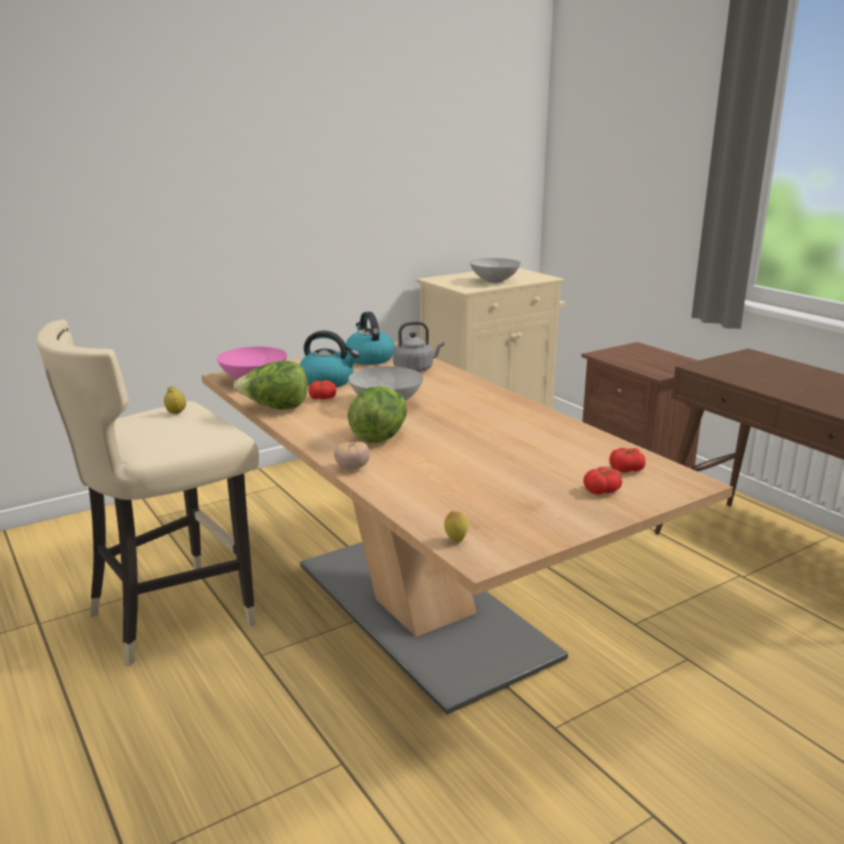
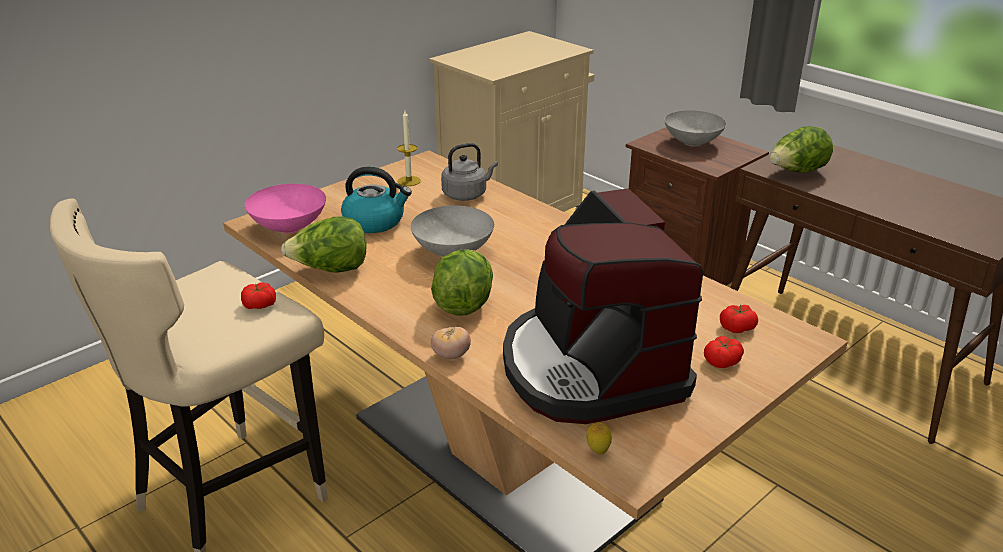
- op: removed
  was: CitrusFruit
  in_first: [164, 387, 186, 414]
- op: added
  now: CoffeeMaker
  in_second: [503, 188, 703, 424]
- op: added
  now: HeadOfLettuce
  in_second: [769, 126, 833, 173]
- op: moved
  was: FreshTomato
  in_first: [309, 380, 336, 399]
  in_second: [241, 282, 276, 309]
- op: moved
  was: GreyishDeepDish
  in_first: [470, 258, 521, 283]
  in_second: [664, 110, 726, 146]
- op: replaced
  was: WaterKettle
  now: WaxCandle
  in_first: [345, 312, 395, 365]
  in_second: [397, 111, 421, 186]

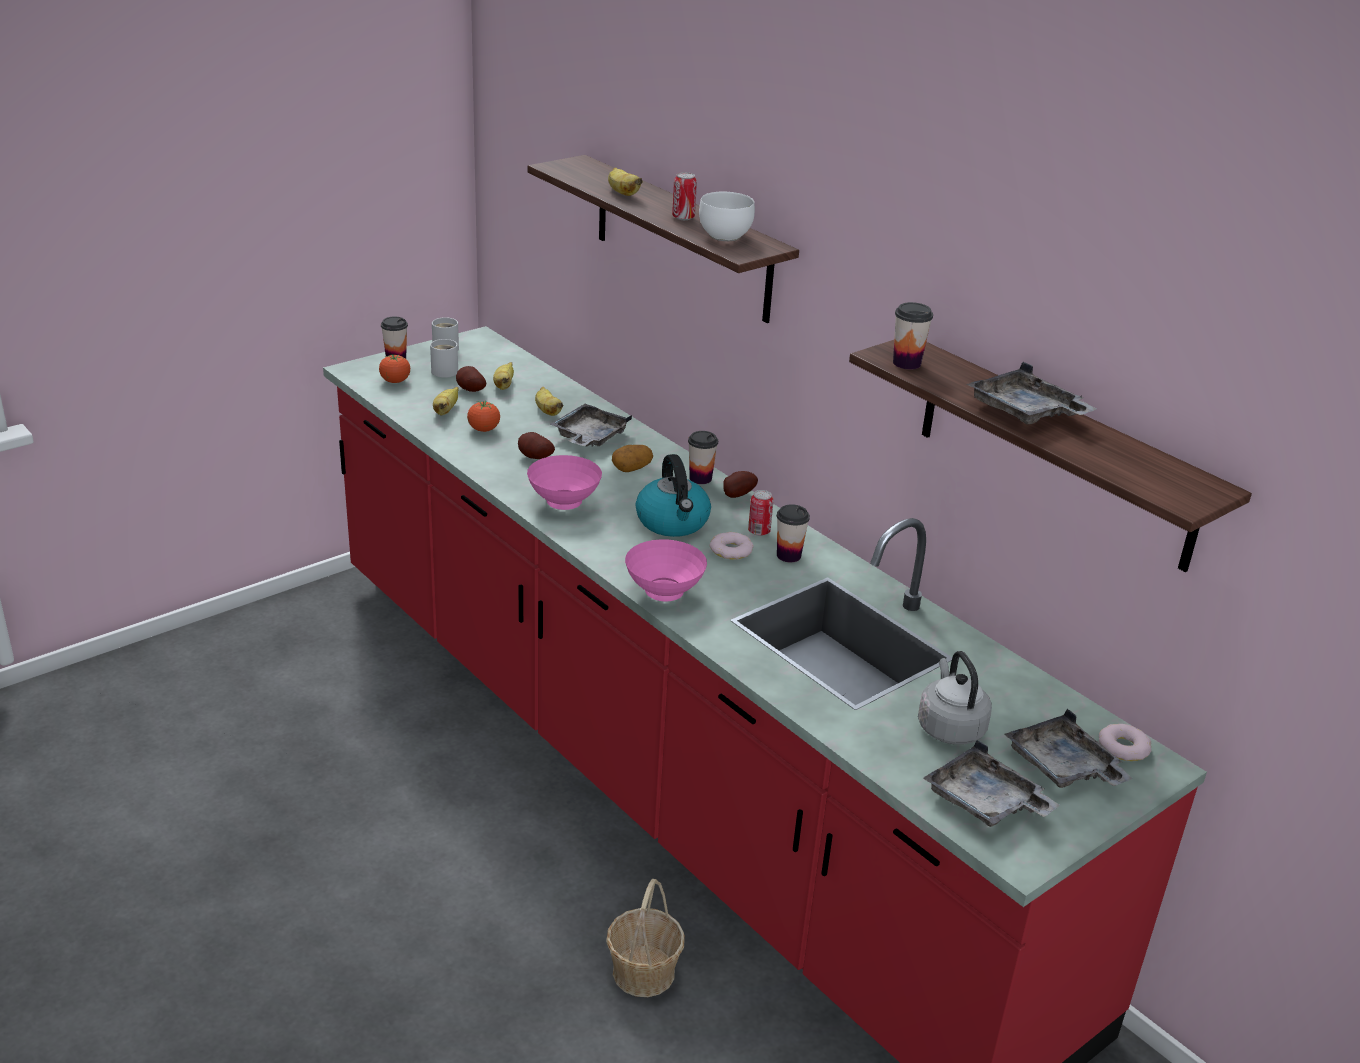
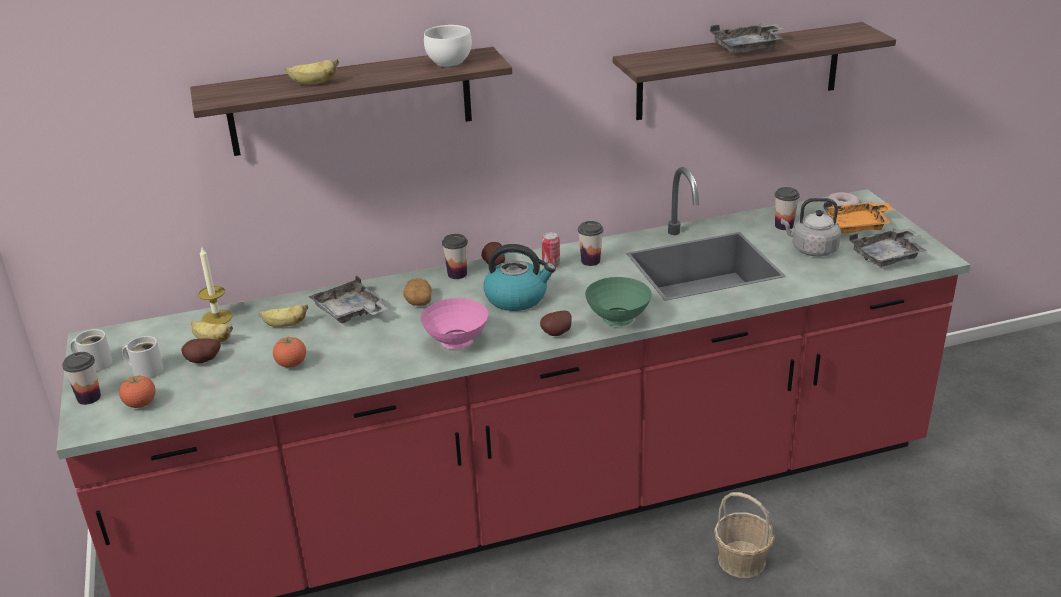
- op: removed
  was: WholeBanana
  in_first: [433, 387, 459, 415]
- op: removed
  was: MetalCan
  in_first: [672, 172, 697, 220]
- op: removed
  was: RingDoughnut
  in_first: [710, 532, 753, 560]
- op: added
  now: WaxCandle
  in_second: [198, 247, 233, 324]
- op: moved
  was: WholePotato
  in_first: [518, 432, 555, 459]
  in_second: [540, 311, 572, 336]
- op: moved
  was: DrinkingCup
  in_first: [893, 302, 933, 370]
  in_second: [775, 187, 800, 230]
- op: recoloured
  was: PinkColouredDeepDish
  now: GreenishDeepDish
  in_first: [625, 539, 707, 601]
  in_second: [585, 277, 652, 326]
- op: recoloured
  was: GreyishTray
  now: OrangeColouredTray
  in_first: [1005, 709, 1133, 788]
  in_second: [823, 201, 893, 233]

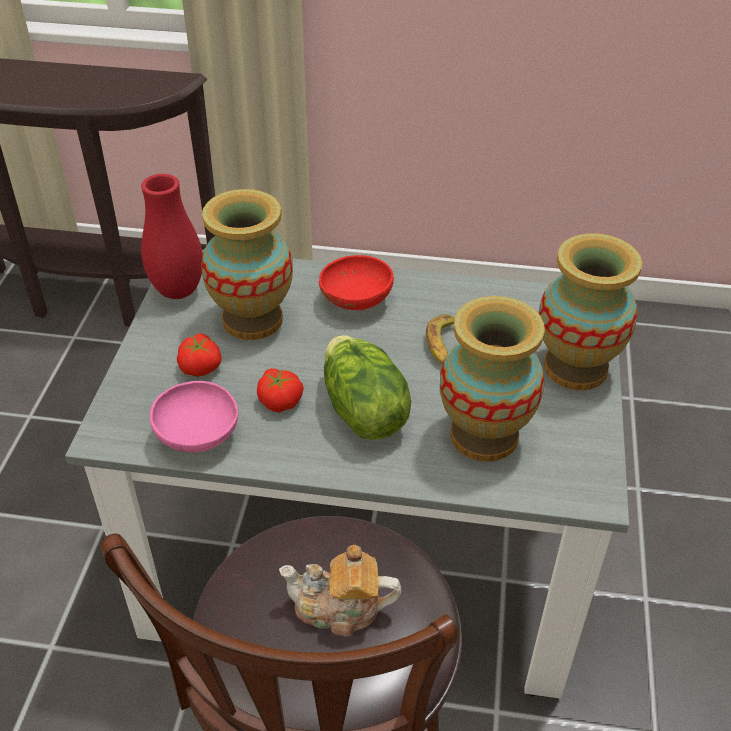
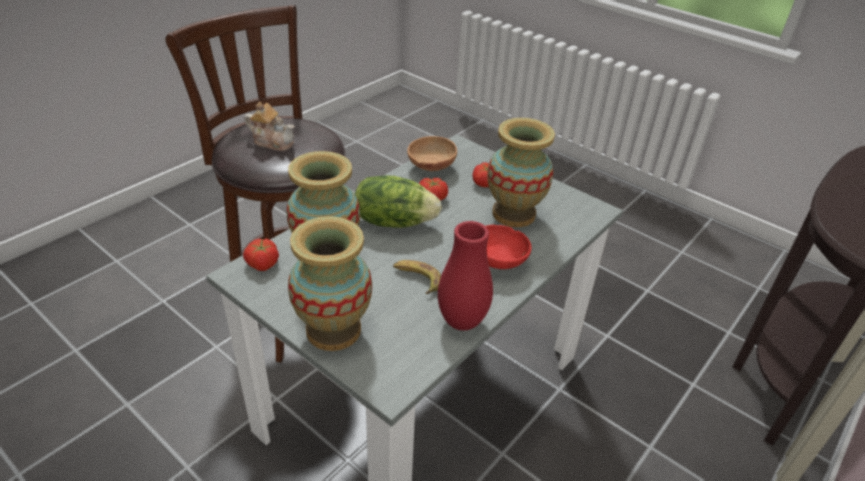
- op: added
  now: FreshTomato
  in_second: [243, 238, 279, 271]
- op: moved
  was: ReddishFlowerVase
  in_first: [141, 174, 203, 299]
  in_second: [438, 221, 493, 331]
- op: recoloured
  was: PinkColouredDeepDish
  now: BrownishDeepDish
  in_first: [150, 381, 238, 452]
  in_second: [407, 136, 457, 171]
- op: turned
  was: Teapot
  in_first: [279, 545, 401, 636]
  in_second: [244, 102, 295, 151]
  clockwise: 75

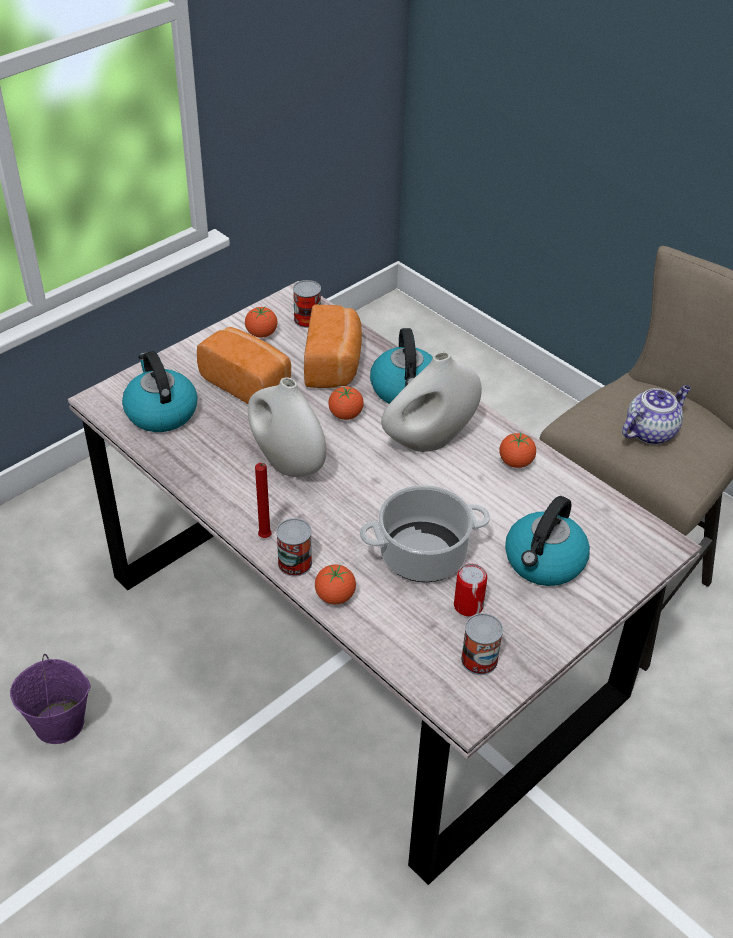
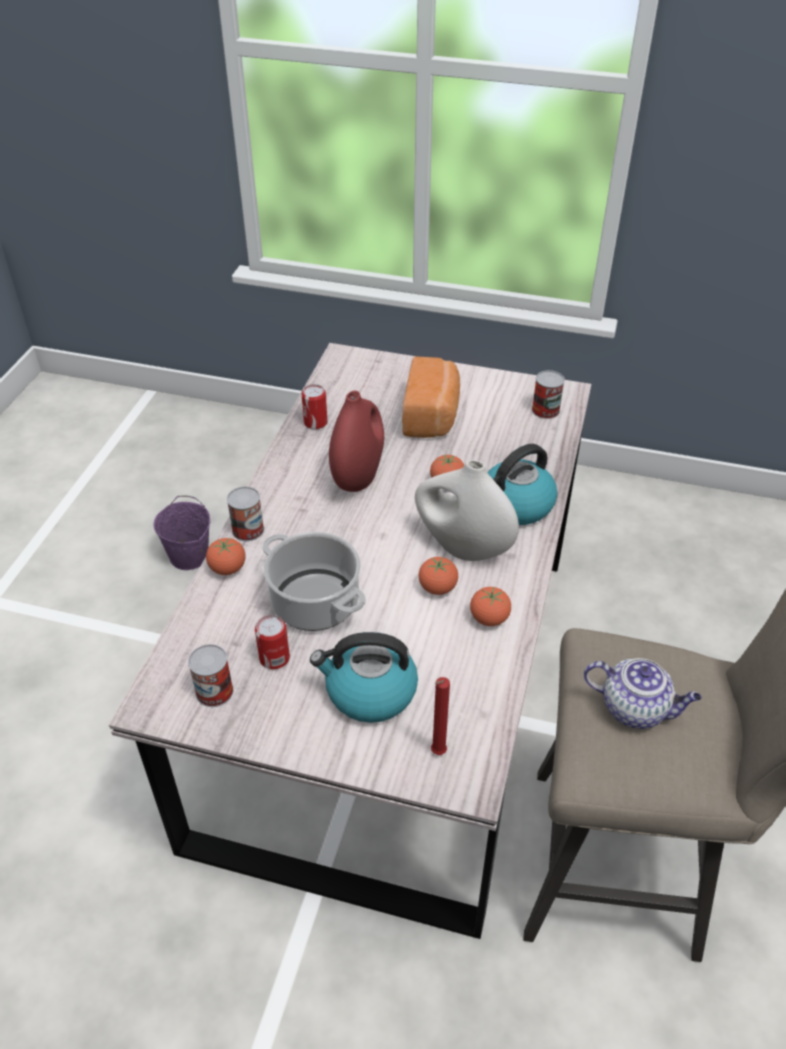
- op: removed
  was: WaterKettle
  in_first: [122, 351, 198, 432]
- op: removed
  was: Bread
  in_first: [304, 305, 362, 388]
- op: added
  now: MetalCan
  in_second: [301, 384, 327, 429]
- op: moved
  was: FreshTomato
  in_first: [245, 306, 277, 338]
  in_second: [418, 557, 458, 595]
- op: moved
  was: ReddishWaxCandle
  in_first: [255, 463, 272, 538]
  in_second: [431, 677, 450, 755]
- op: recoloured
  was: WhiteColouredFlowerVase
  now: ReddishFlowerVase
  in_first: [248, 377, 327, 477]
  in_second: [329, 390, 384, 492]

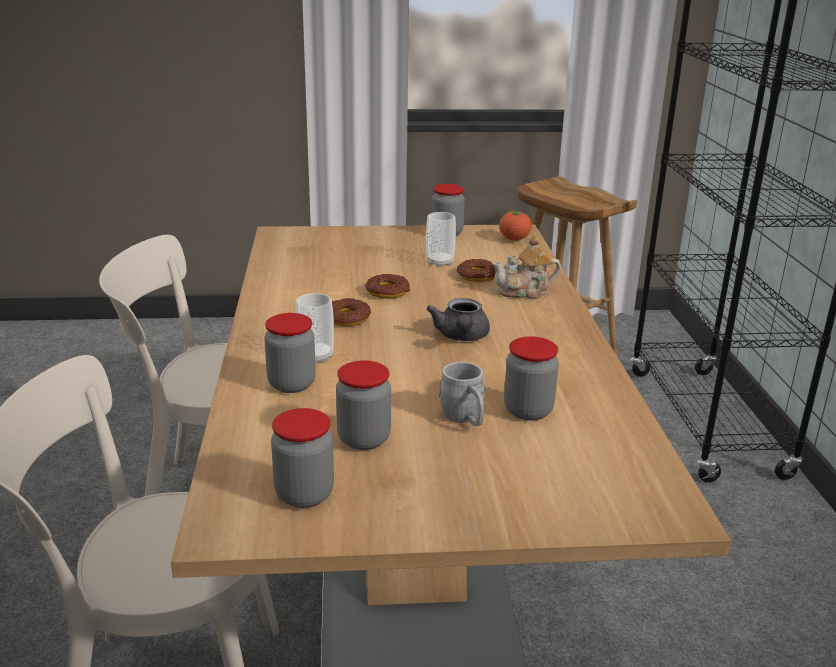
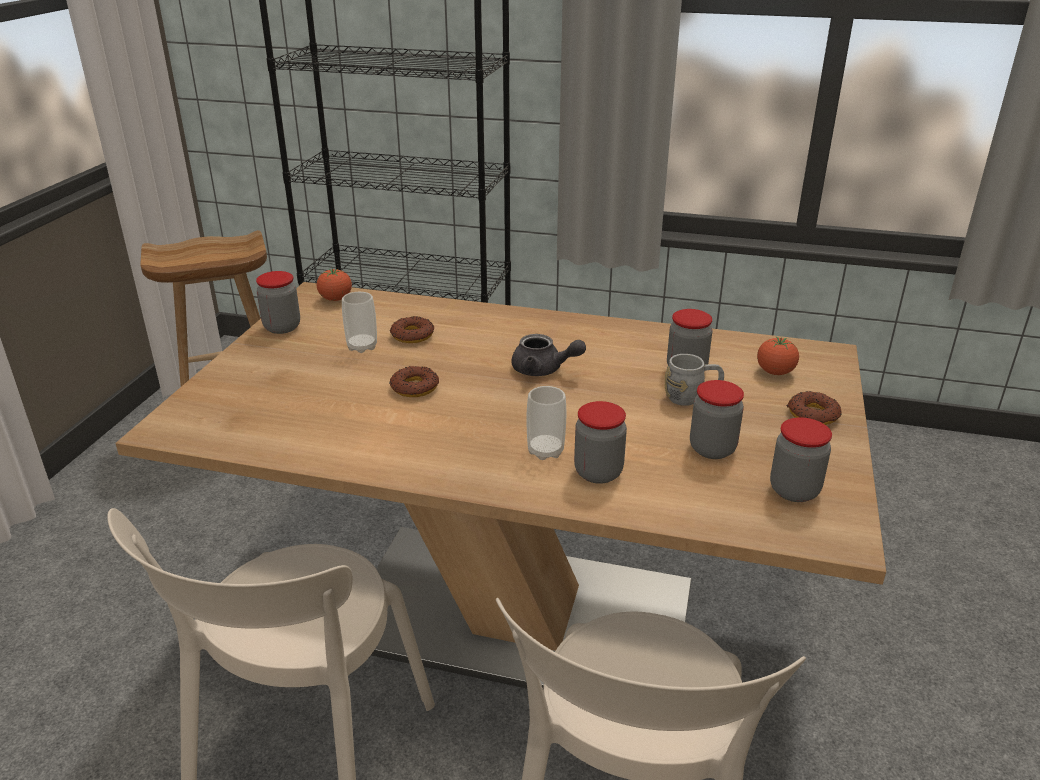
- op: removed
  was: Teapot
  in_first: [492, 236, 561, 298]
- op: added
  now: FreshTomato
  in_second: [757, 336, 799, 375]
- op: moved
  was: RingDoughnut
  in_first: [332, 298, 371, 326]
  in_second: [787, 391, 842, 425]

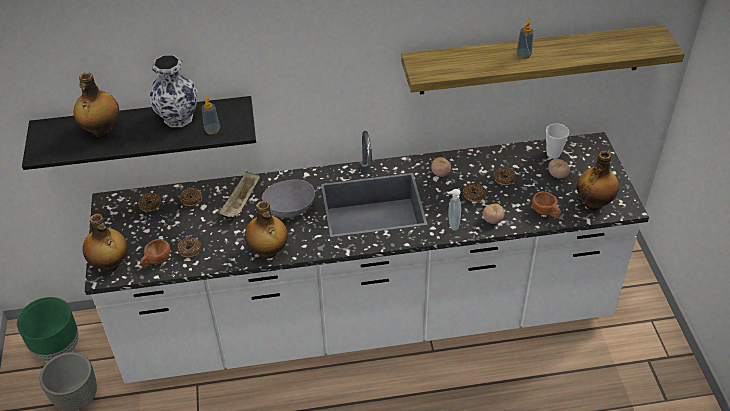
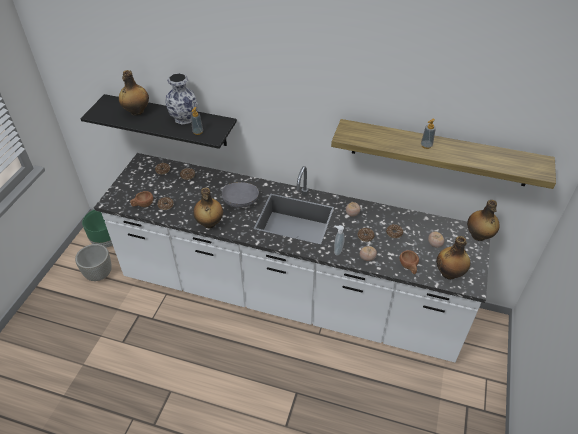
- op: removed
  was: BeigeColouredTray
  in_first: [219, 171, 260, 217]
- op: removed
  was: DrinkingCup
  in_first: [546, 124, 569, 159]
- op: moved
  was: Bottle
  in_first: [83, 214, 128, 272]
  in_second: [467, 200, 500, 241]

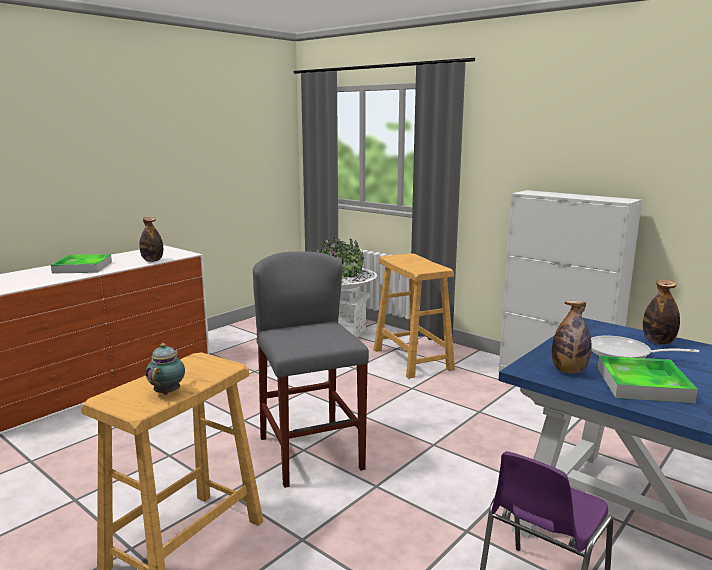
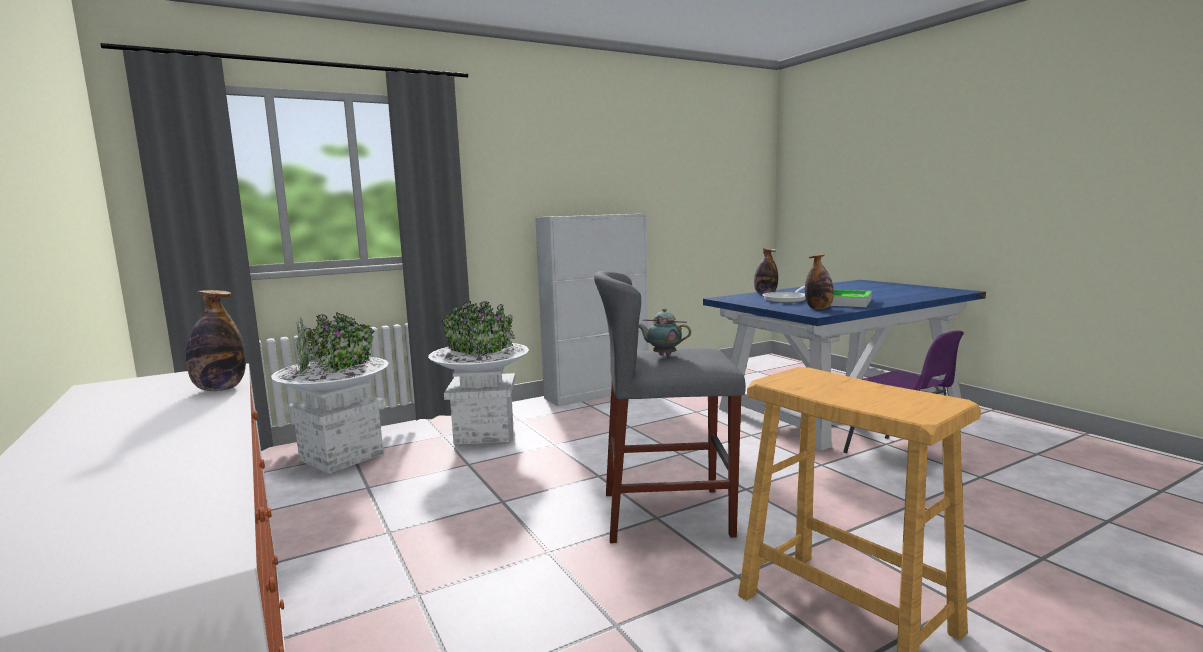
- op: removed
  was: Tray
  in_first: [51, 254, 112, 274]
- op: moved
  was: Teapot
  in_first: [146, 343, 185, 395]
  in_second: [639, 308, 691, 356]
- op: replaced
  was: BeigeColouredStoolSeat
  now: WhiteColouredPlanter
  in_first: [373, 253, 455, 379]
  in_second: [428, 301, 529, 445]

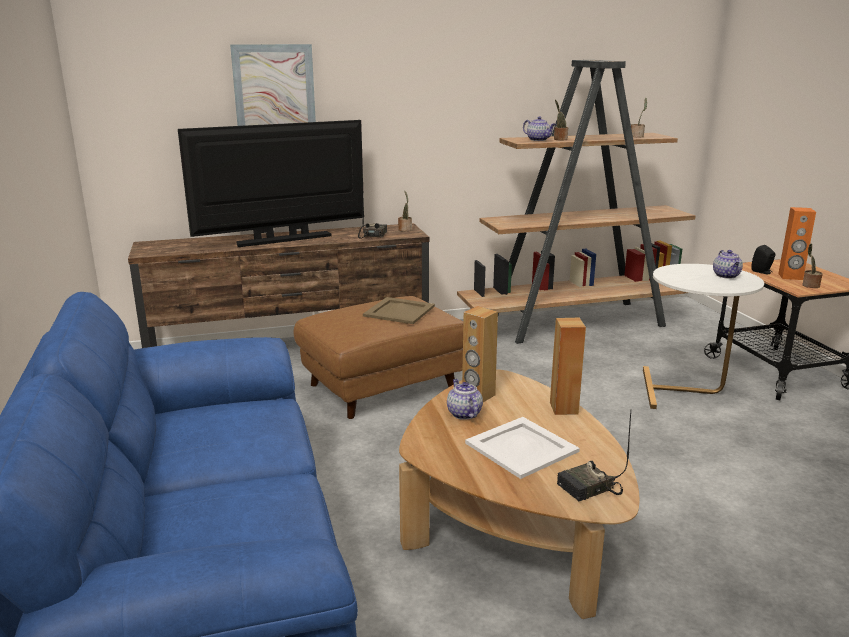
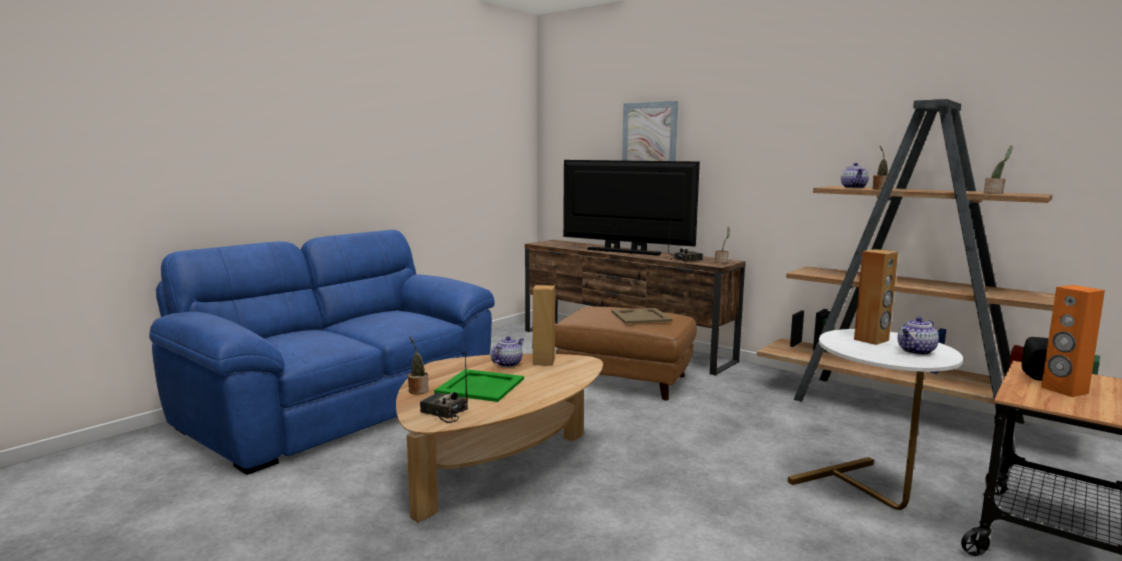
- op: moved
  was: BrownishAudioSpeaker
  in_first: [550, 317, 586, 415]
  in_second: [854, 249, 898, 345]
- op: moved
  was: PottedPlant
  in_first: [802, 243, 823, 288]
  in_second: [408, 336, 429, 395]
- op: recoloured
  was: WhiteColouredTray
  now: GreenishTray
  in_first: [465, 417, 580, 479]
  in_second: [434, 369, 524, 402]

